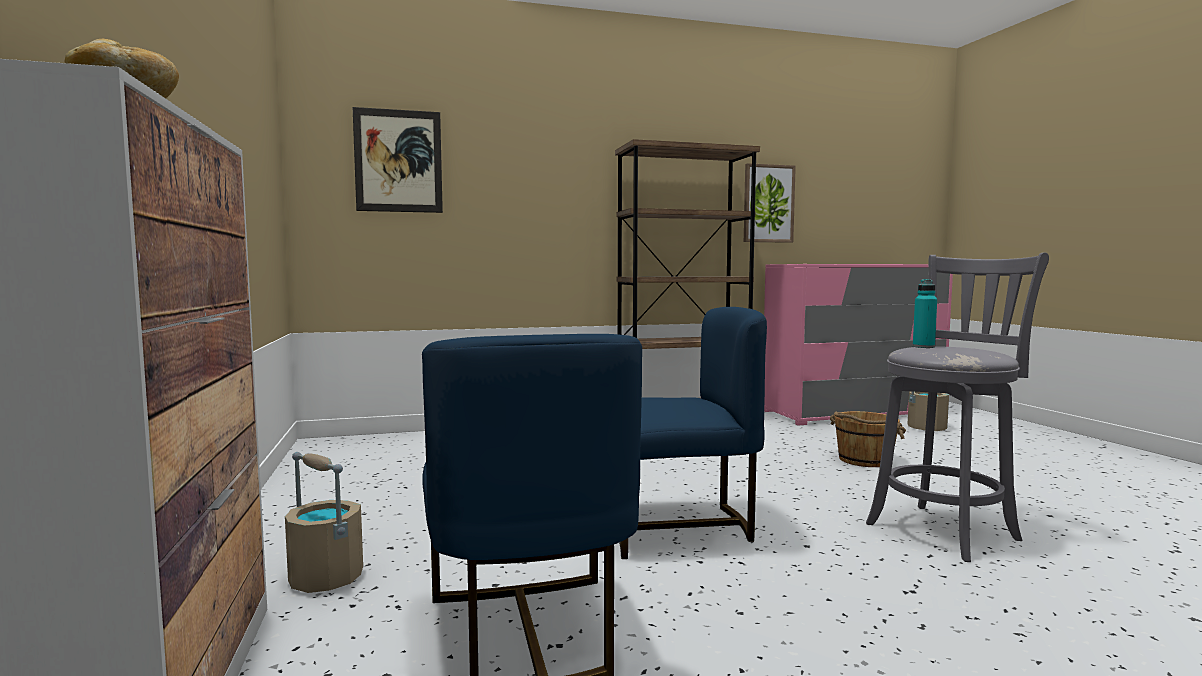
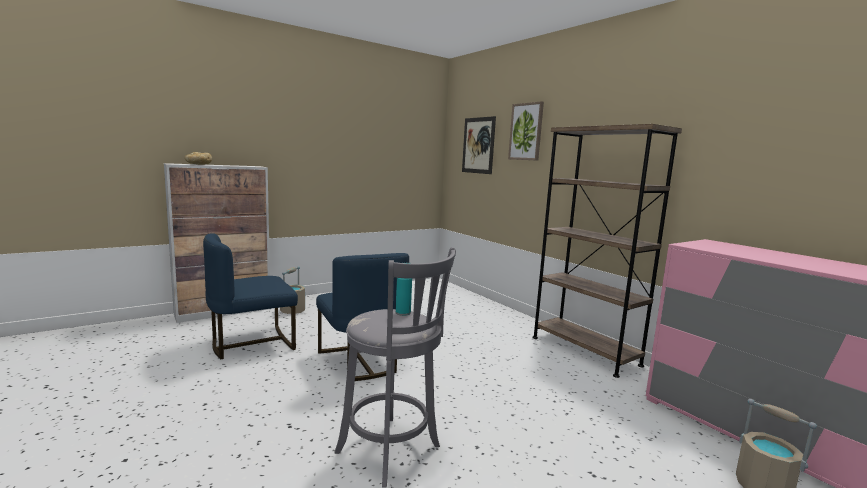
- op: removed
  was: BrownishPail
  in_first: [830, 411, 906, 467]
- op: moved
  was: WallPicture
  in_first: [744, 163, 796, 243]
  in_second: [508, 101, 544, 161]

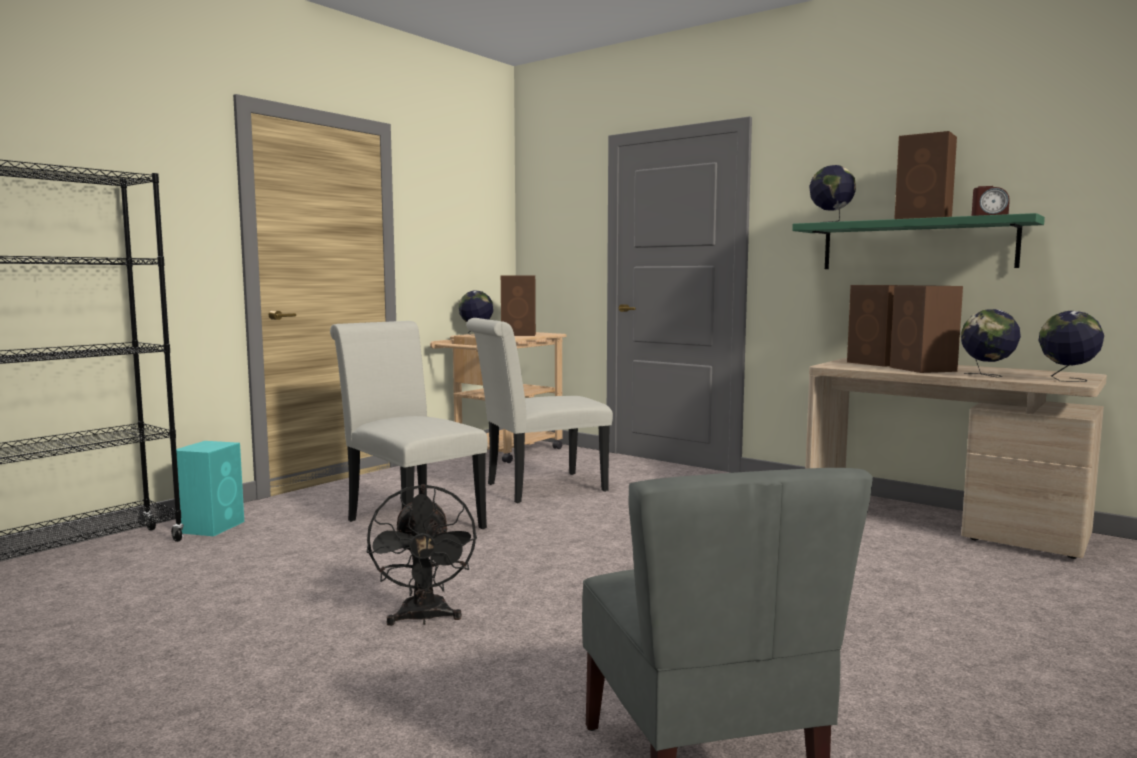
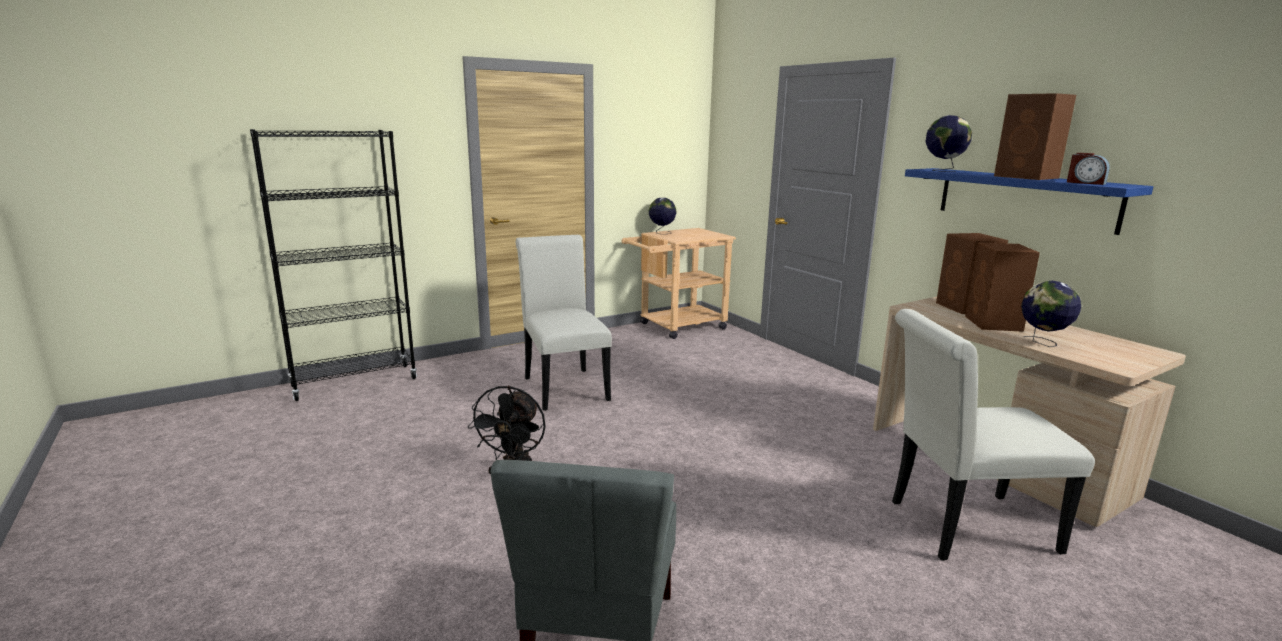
- op: removed
  was: TurquoiseColouredAudioSpeaker
  in_first: [176, 441, 244, 536]
- op: removed
  was: BrownishAudioSpeaker
  in_first: [501, 276, 536, 336]
- op: removed
  was: Globe
  in_first: [1039, 311, 1104, 382]
- op: moved
  was: WhiteColouredPlainChair
  in_first: [466, 318, 613, 503]
  in_second: [892, 309, 1095, 561]
- op: recoloured
  was: GreenishBracketShelf
  now: BlueColouredBracketShelf
  in_first: [792, 213, 1045, 269]
  in_second: [905, 168, 1154, 235]

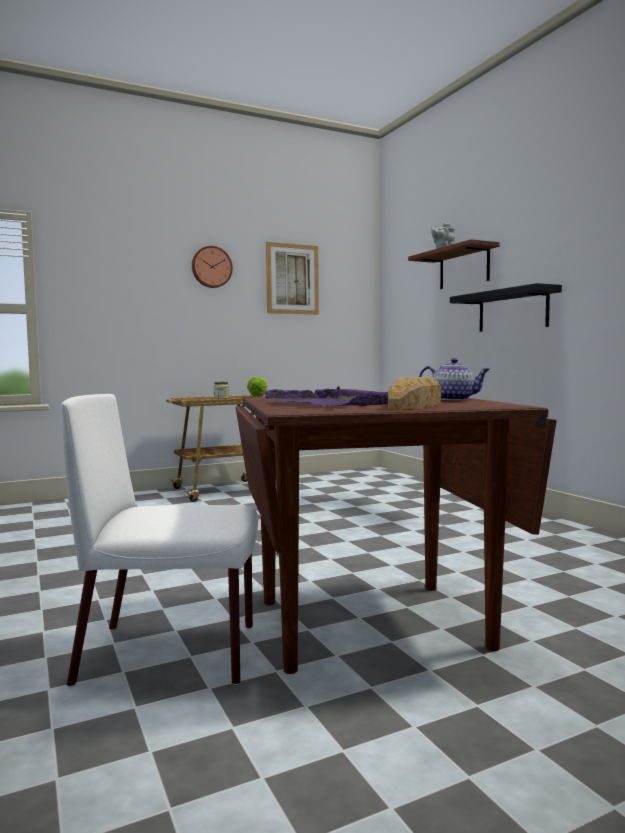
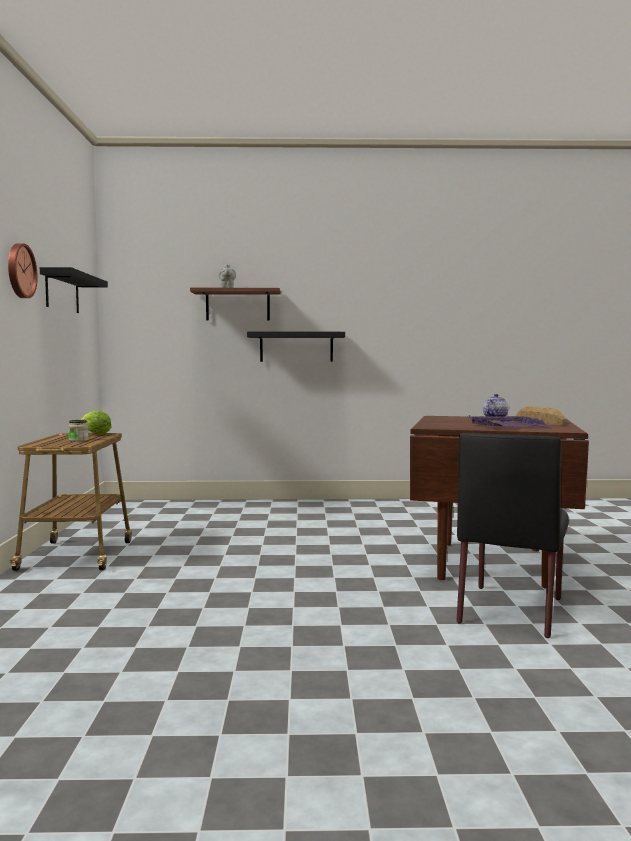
- op: replaced
  was: WallPicture
  now: BlackBracketShelf
  in_first: [266, 242, 319, 314]
  in_second: [40, 267, 108, 313]
- op: recoloured
  was: WhiteColouredPlainChair
  now: BlackPlainChair
  in_first: [61, 394, 258, 687]
  in_second: [457, 433, 569, 638]

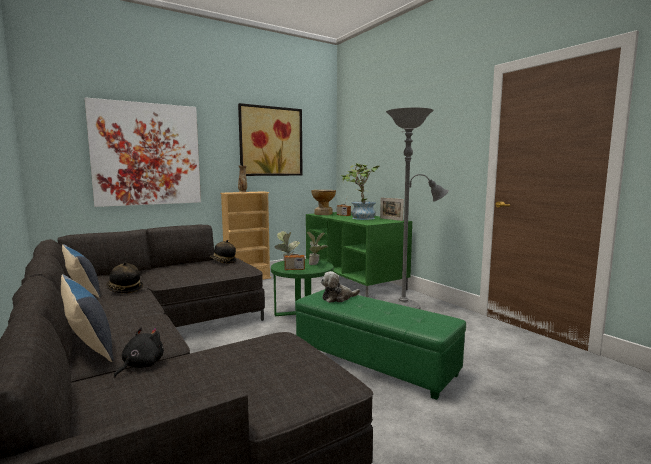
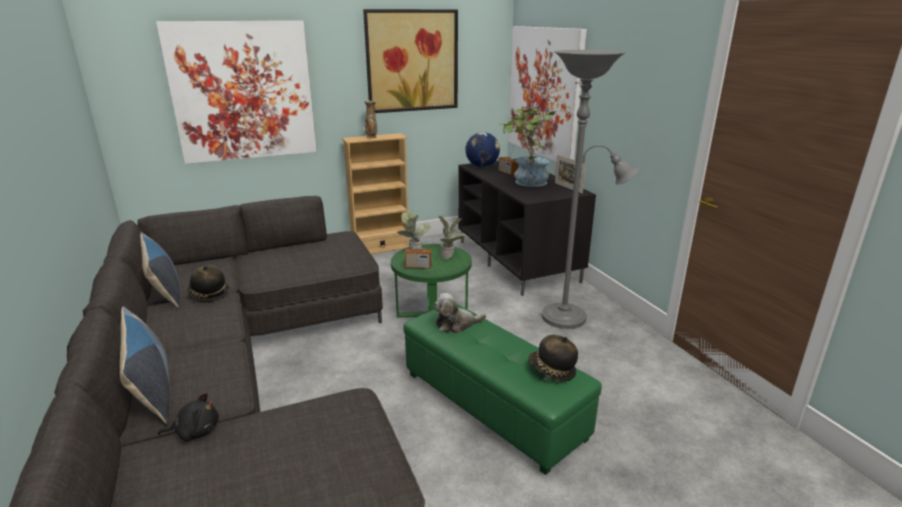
- op: added
  now: WallPicture
  in_second: [508, 26, 587, 162]
- op: moved
  was: ClothingHat
  in_first: [210, 240, 236, 263]
  in_second: [528, 335, 578, 381]
- op: replaced
  was: FlowerVase
  now: Globe
  in_first: [311, 190, 336, 215]
  in_second: [465, 132, 500, 167]
- op: recoloured
  was: GreenishTvUnit
  now: BlackTvUnit
  in_first: [306, 212, 412, 297]
  in_second: [458, 159, 596, 296]
- op: turned
  was: BlackSoftToy
  in_first: [114, 327, 164, 378]
  in_second: [158, 393, 219, 441]
  clockwise: 45

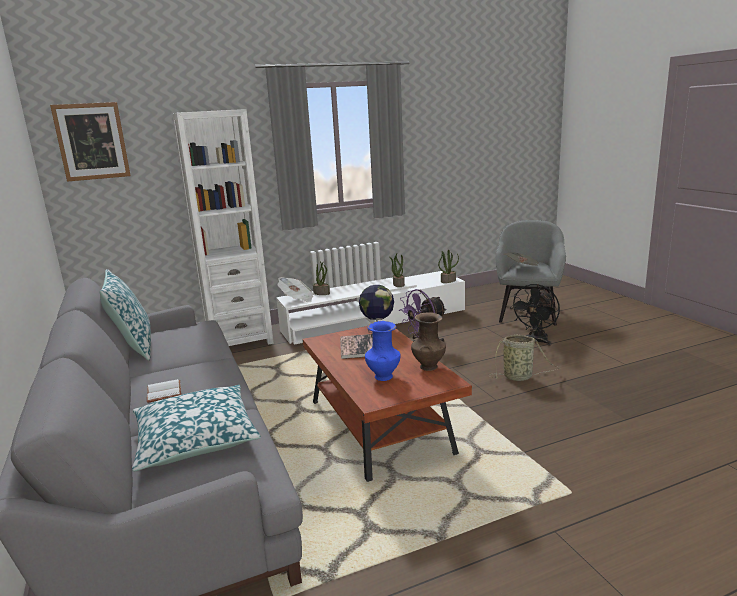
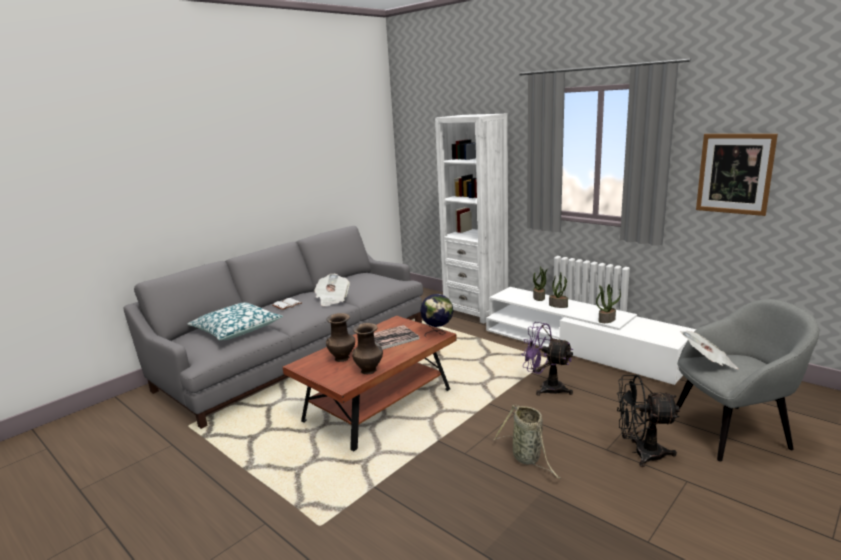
- op: removed
  was: ThrowPillow
  in_first: [99, 269, 151, 360]
- op: moved
  was: WallPicture
  in_first: [50, 102, 131, 182]
  in_second: [696, 134, 778, 216]
- op: moved
  was: PrintedPaper
  in_first: [277, 277, 315, 302]
  in_second: [314, 274, 350, 306]
- op: moved
  was: PottedPlant
  in_first: [438, 250, 459, 283]
  in_second: [549, 272, 568, 308]
- op: recoloured
  was: BlueColouredFlowerVase
  now: BrownishFlowerVase
  in_first: [365, 321, 400, 381]
  in_second: [326, 313, 355, 362]

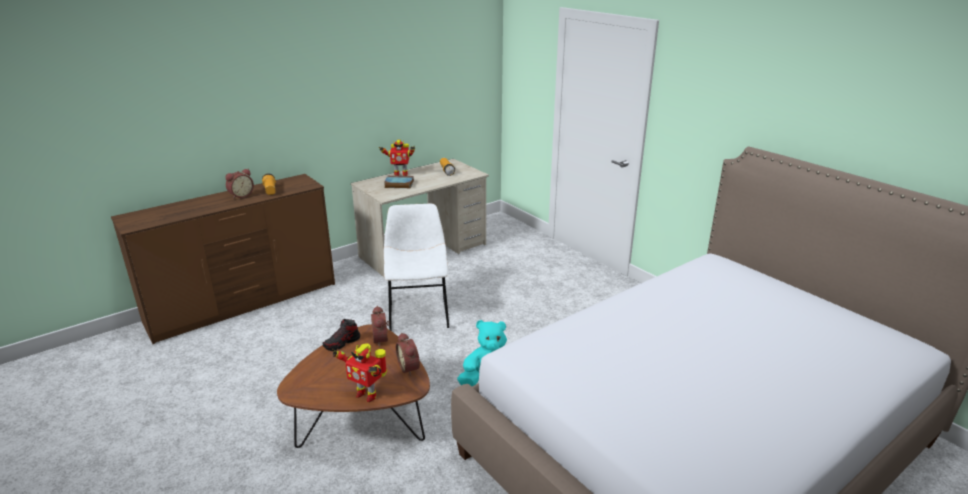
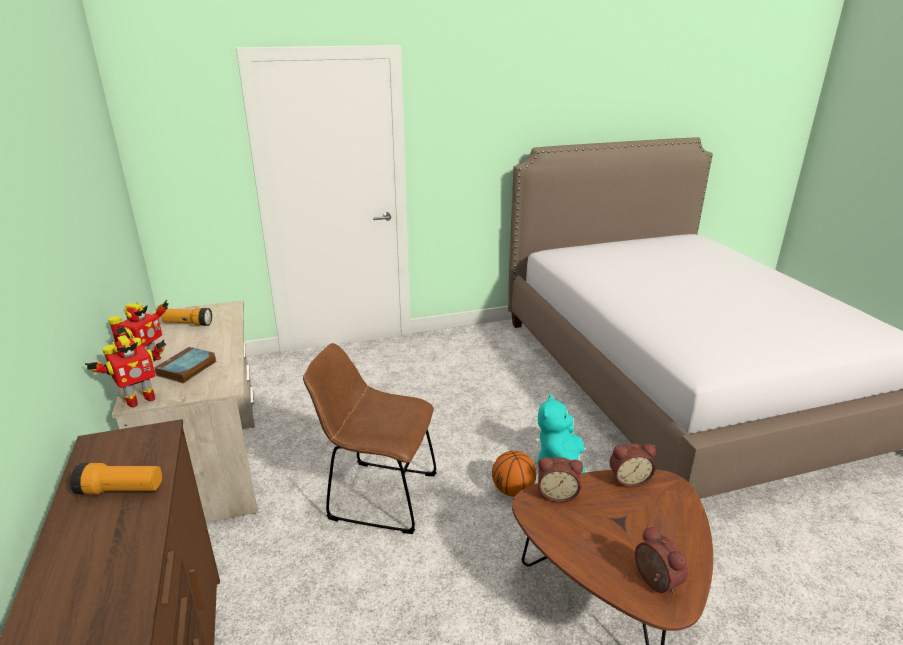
- op: removed
  was: LowShoe
  in_first: [323, 319, 360, 351]
- op: added
  now: BallForBasketball
  in_second: [492, 450, 536, 497]
- op: moved
  was: TableClock
  in_first: [225, 169, 254, 199]
  in_second: [635, 526, 688, 595]
- op: moved
  was: ToyRobot
  in_first: [332, 343, 387, 402]
  in_second: [85, 335, 166, 407]
- op: recoloured
  was: WhiteColouredPlainChair
  now: BrownishPlainChair
  in_first: [384, 203, 449, 331]
  in_second: [303, 343, 437, 534]

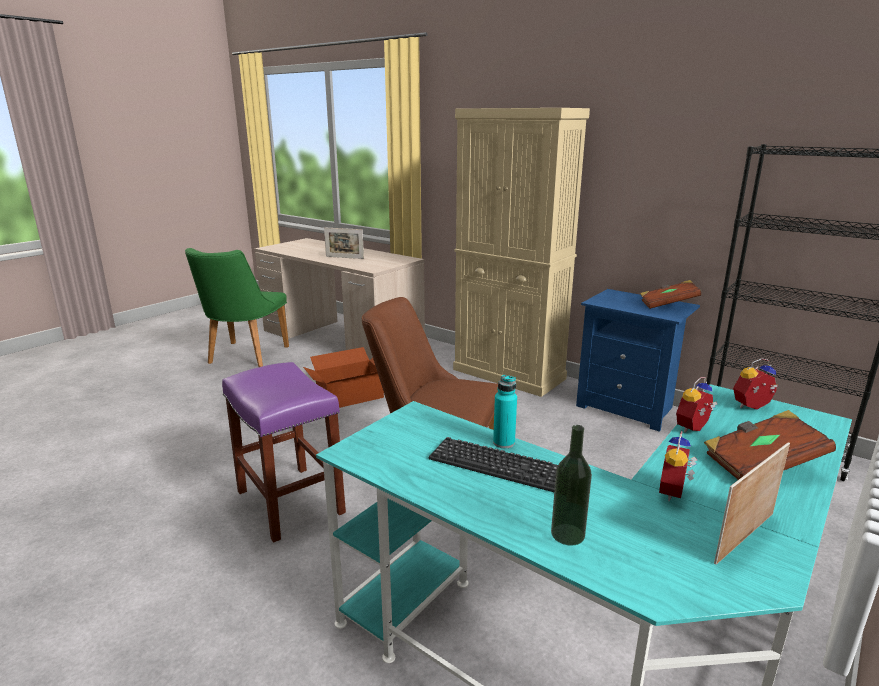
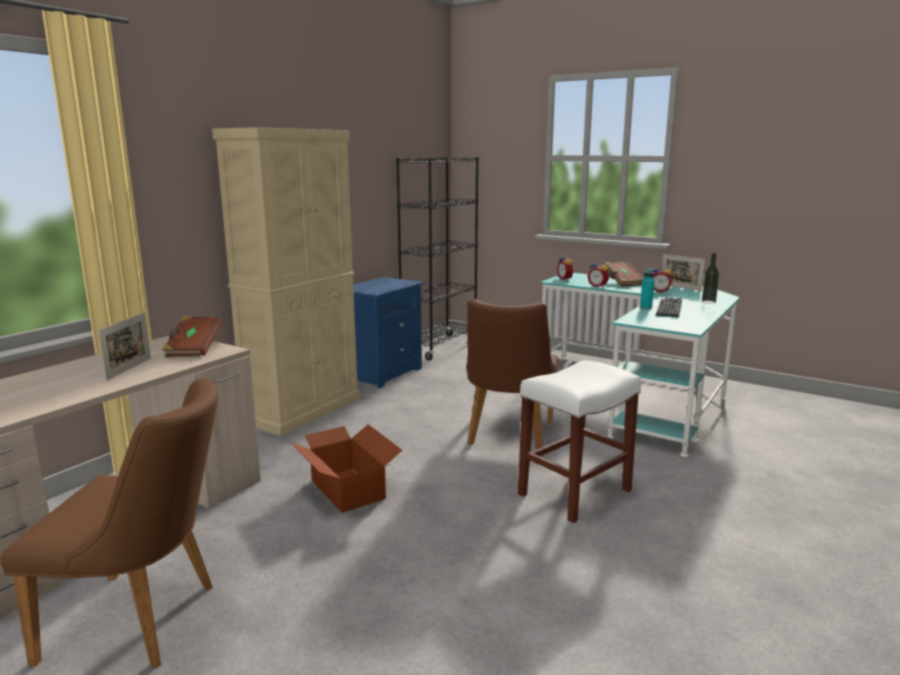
- op: moved
  was: BrownishBook
  in_first: [640, 280, 701, 309]
  in_second: [162, 316, 223, 357]
- op: recoloured
  was: GreenishPlainChair
  now: BrownishPlainChair
  in_first: [185, 248, 289, 367]
  in_second: [0, 378, 219, 669]
- op: recoloured
  was: PurpleColouredStoolSeat
  now: WhiteColouredStoolSeat
  in_first: [222, 362, 346, 543]
  in_second: [518, 360, 641, 523]

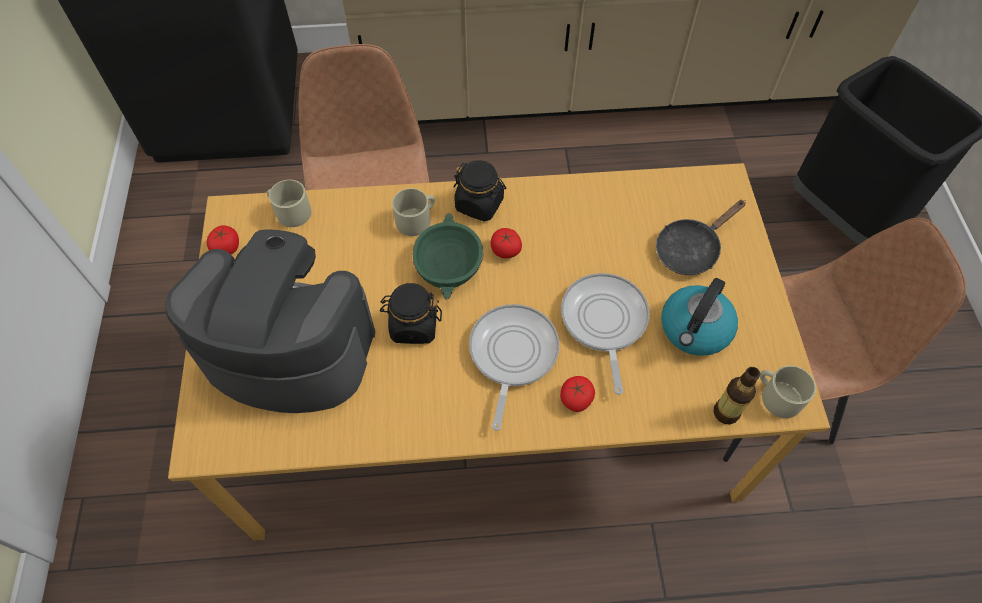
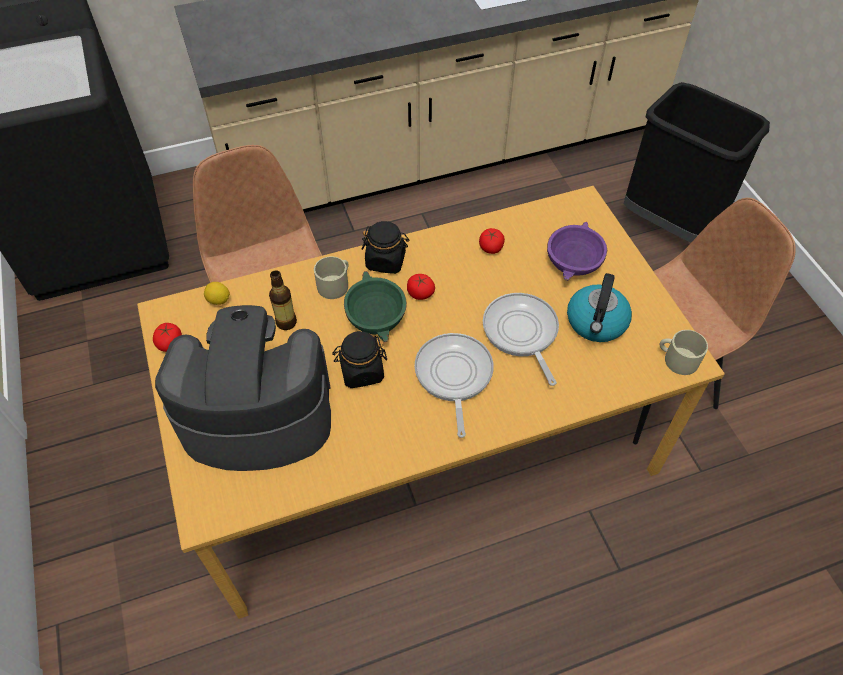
- op: moved
  was: FreshTomato
  in_first: [560, 376, 595, 412]
  in_second: [479, 228, 505, 254]
- op: moved
  was: Bottle
  in_first: [713, 367, 760, 424]
  in_second: [269, 270, 297, 330]
- op: replaced
  was: BeigeColouredTeaMug
  now: CitrusFruit
  in_first: [267, 180, 311, 227]
  in_second: [204, 282, 230, 305]
- op: replaced
  was: BlackFryingPan
  now: PurpleColouredDeepDish
  in_first: [656, 200, 746, 275]
  in_second: [547, 222, 607, 281]

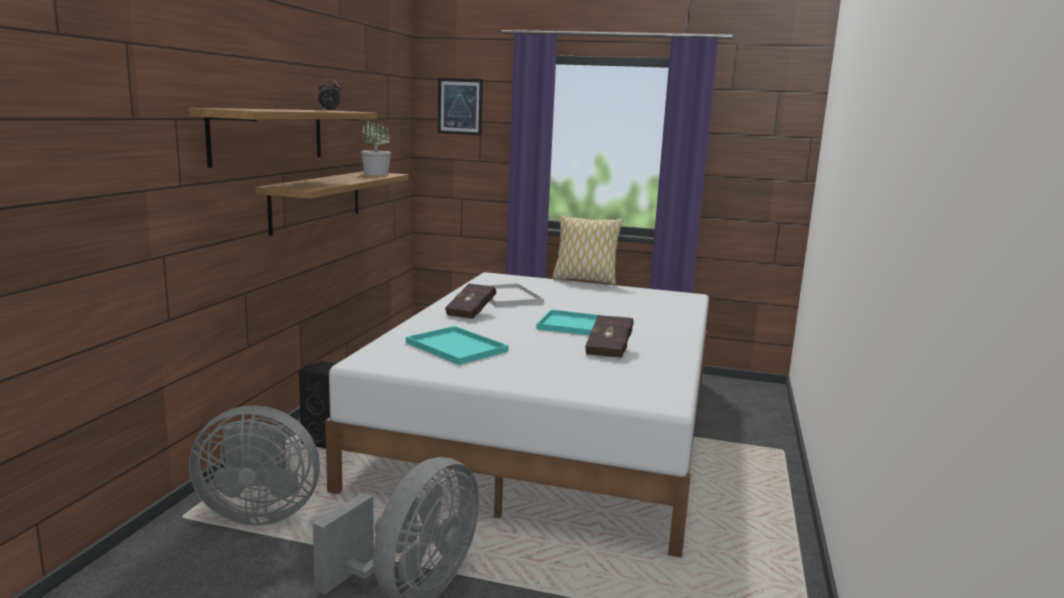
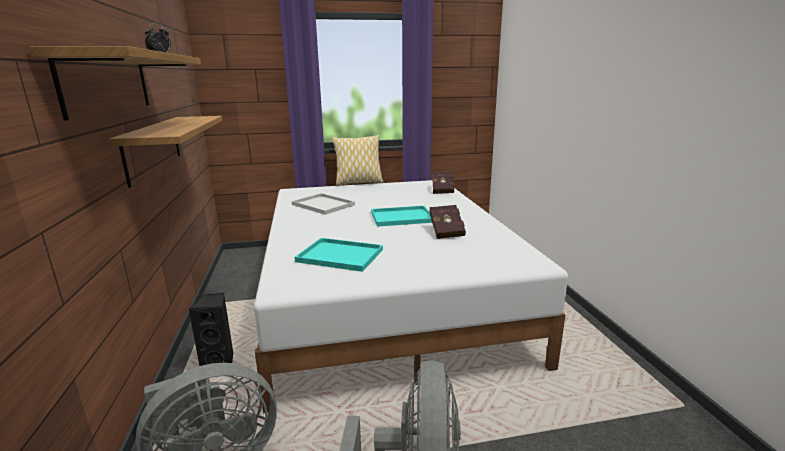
- op: removed
  was: PottedPlant
  in_first: [361, 121, 391, 176]
- op: removed
  was: WallPicture
  in_first: [438, 78, 483, 136]
- op: moved
  was: ReddishBook
  in_first: [445, 283, 496, 319]
  in_second: [432, 172, 454, 194]

